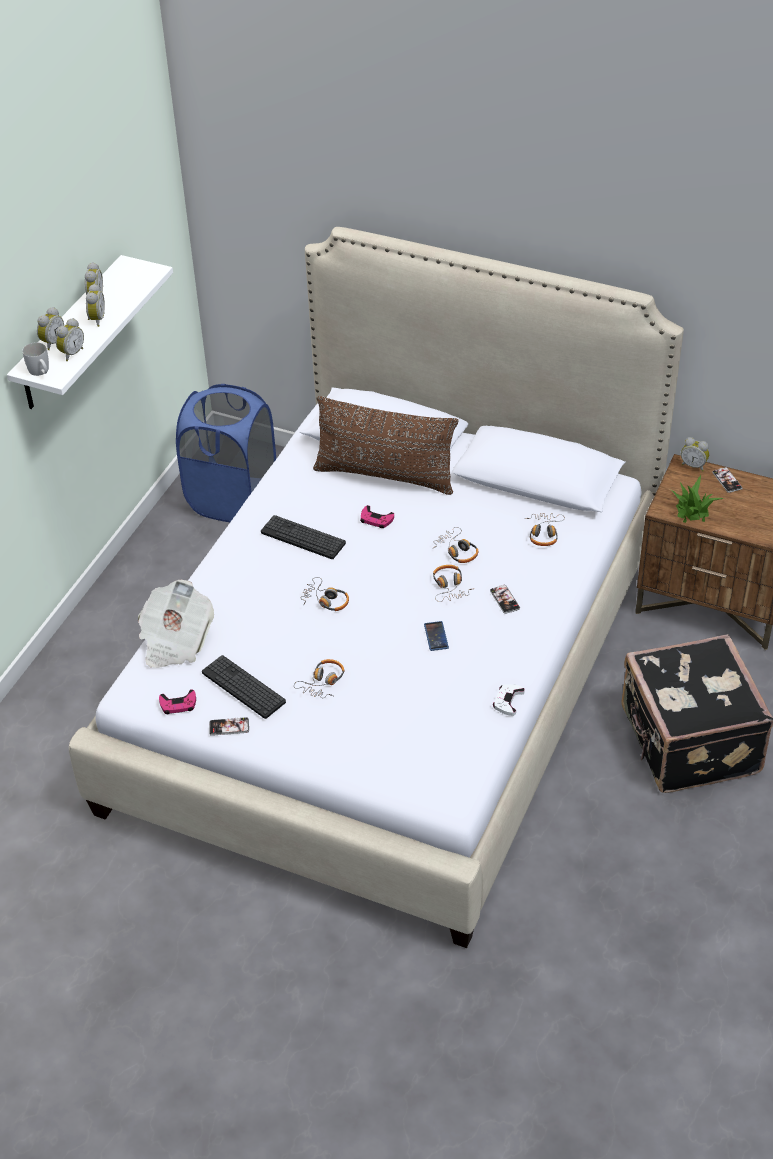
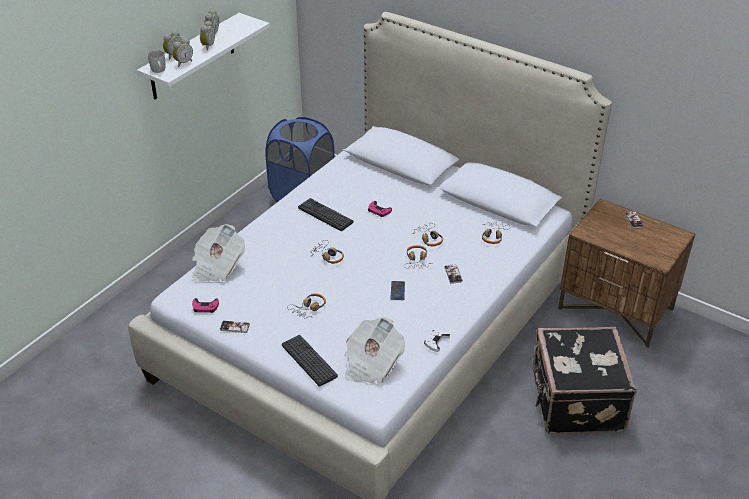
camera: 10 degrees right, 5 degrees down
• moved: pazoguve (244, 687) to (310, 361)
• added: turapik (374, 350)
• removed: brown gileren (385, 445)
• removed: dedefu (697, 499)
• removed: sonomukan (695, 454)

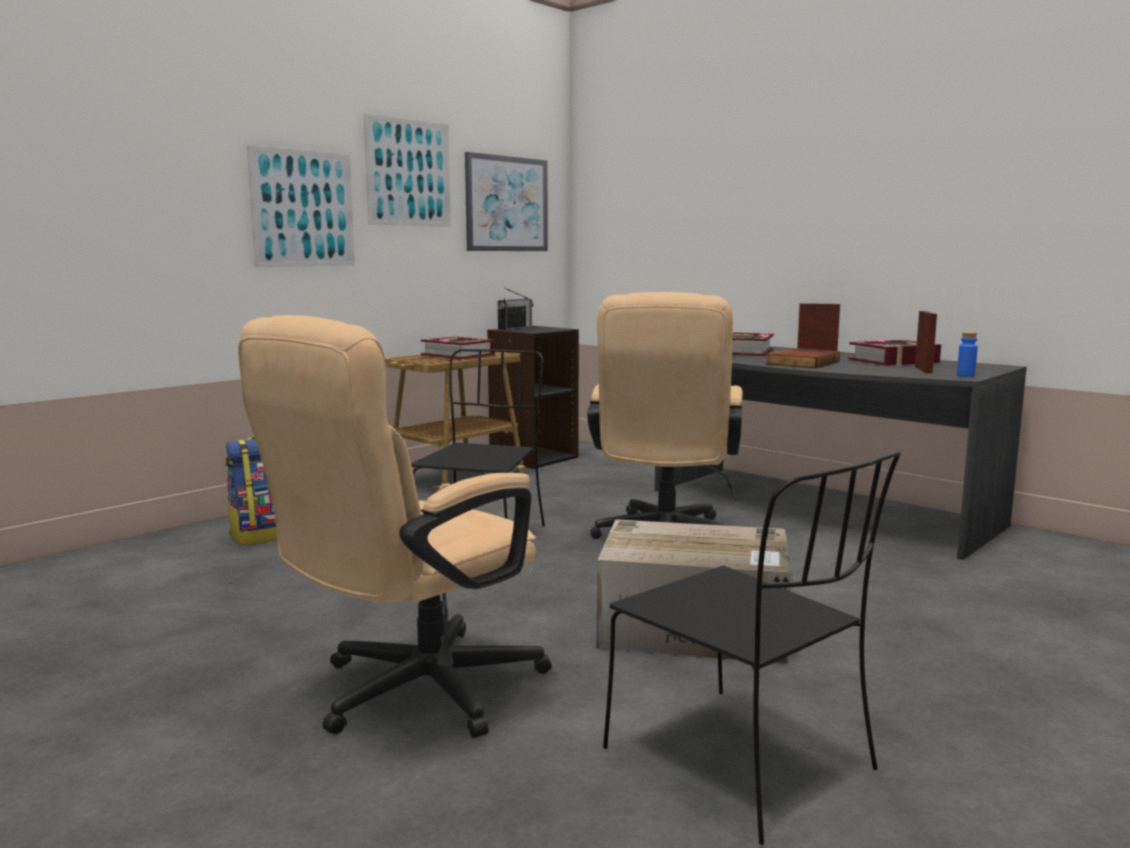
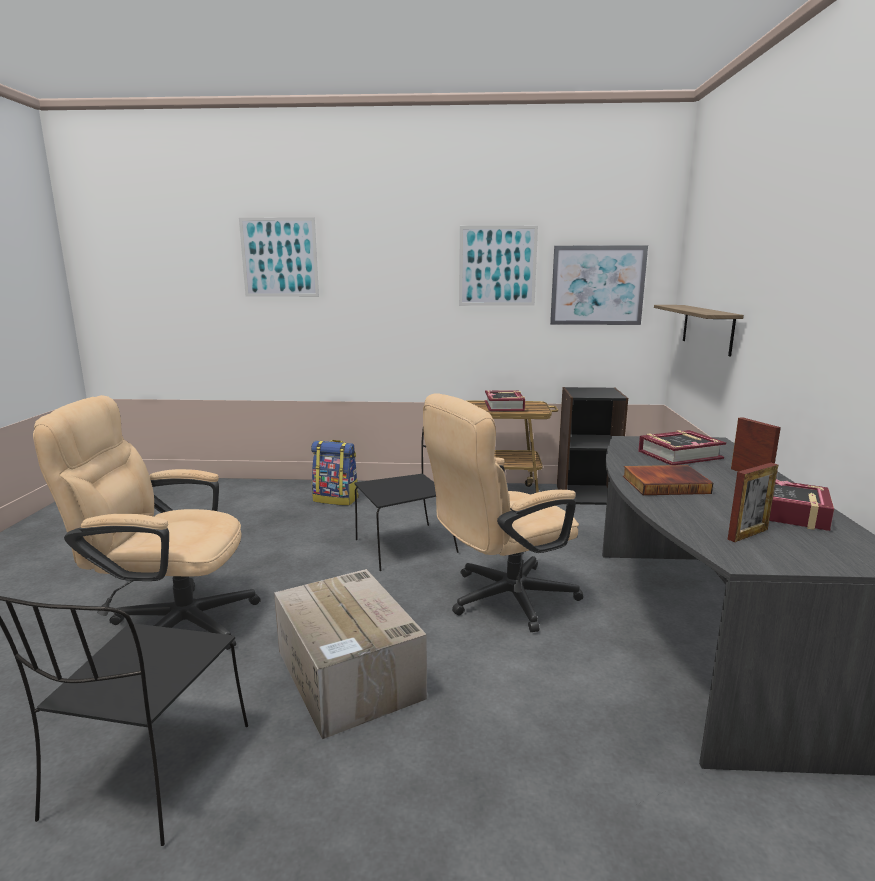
camera: 50 degrees right, 5 degrees up
• moved: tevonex (301, 206) to (279, 257)
• added: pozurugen (699, 331)
• removed: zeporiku (515, 309)
• removed: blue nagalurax (967, 354)

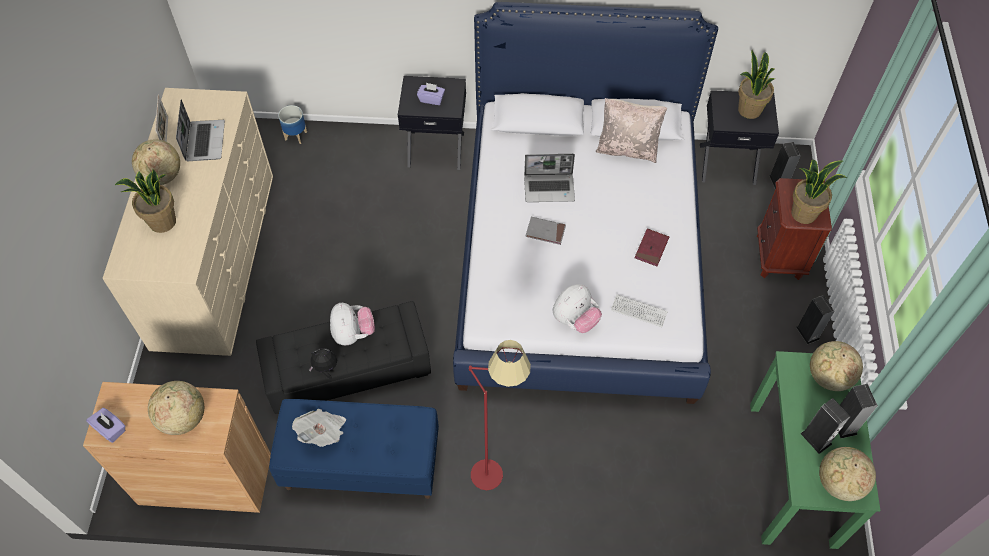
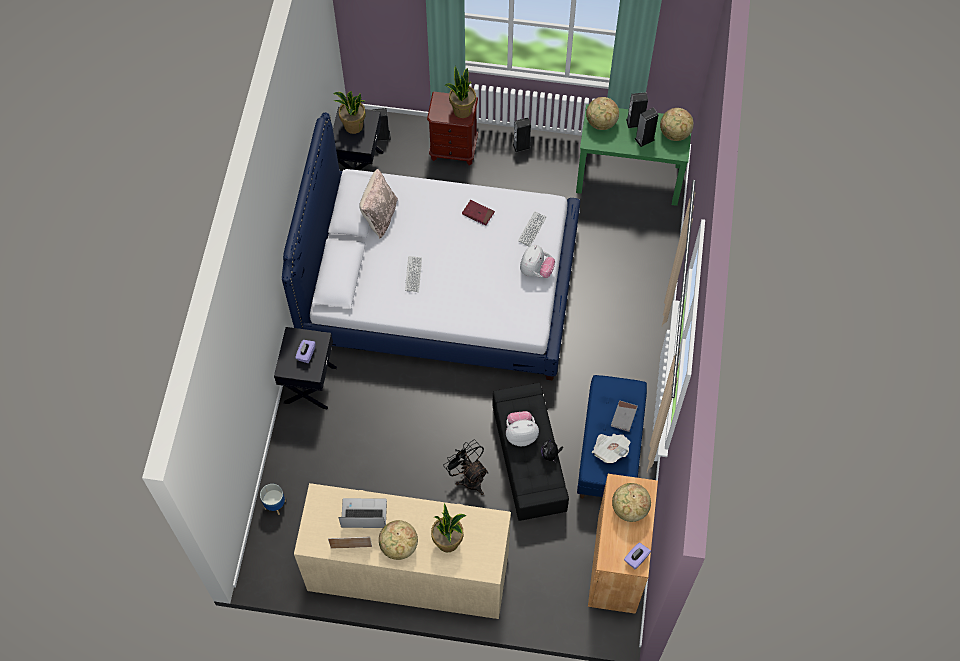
camera: 85 degrees left, 5 degrees up
• replaced: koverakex (549, 178) to pazoguve (413, 274)
• added: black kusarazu (466, 467)
• turned: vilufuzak (577, 308) = (537, 261) 60 degrees clockwise
• moved: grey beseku (545, 231) to (624, 416)
• removed: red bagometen (500, 415)

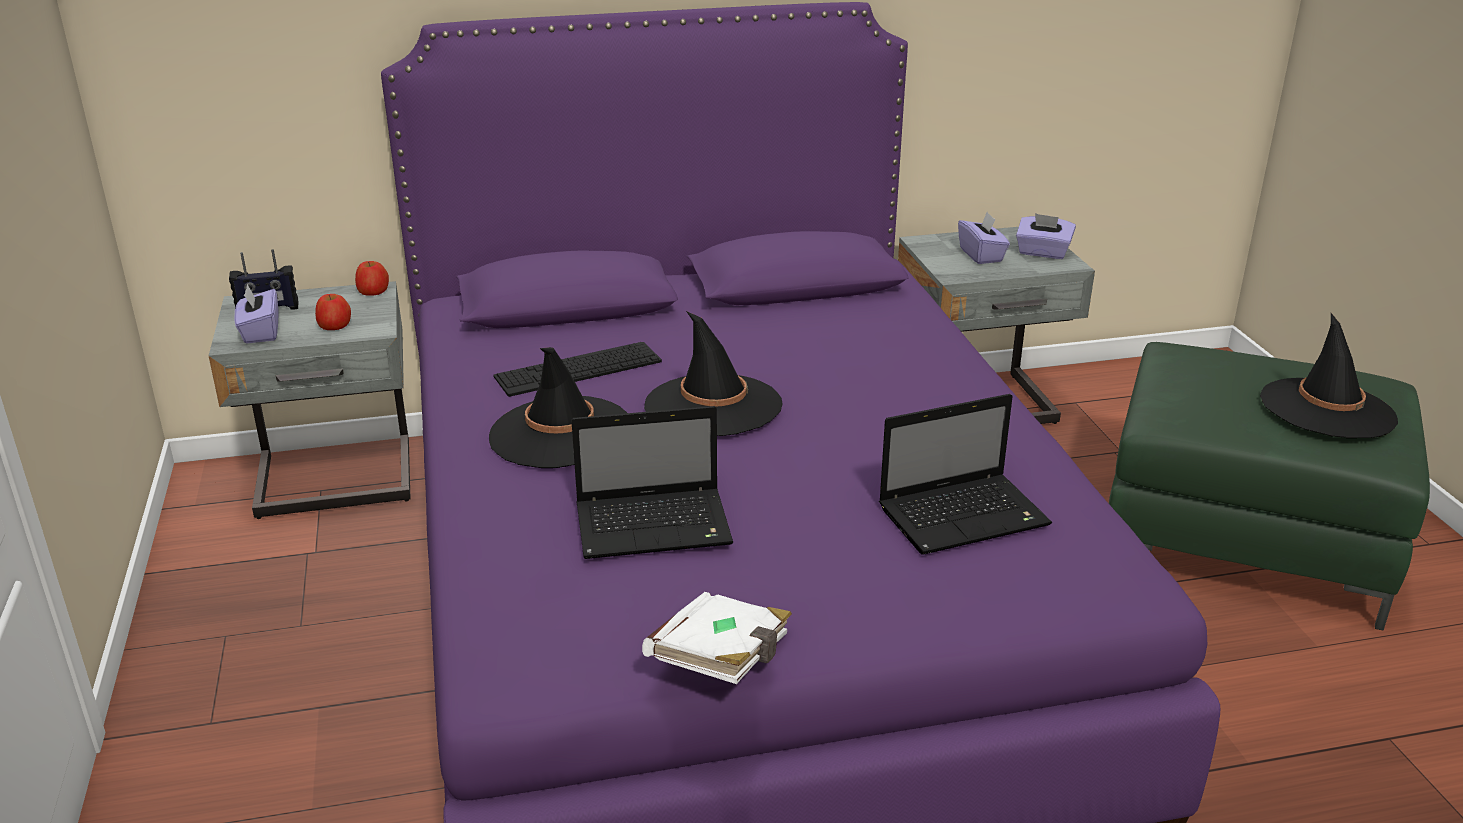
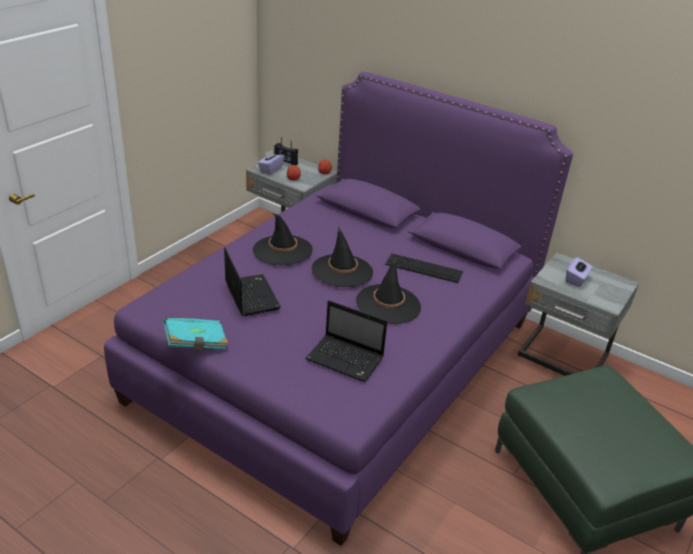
camera: 45 degrees right, 5 degrees up
• recoloured: white beseku (717, 638) to turquoise beseku (195, 334)
• turned: koverakex (652, 482) = (252, 282) 150 degrees counterclockwise
• moved: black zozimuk (1329, 375) to (388, 291)
• moved: pazoguve (577, 369) to (424, 268)
• removed: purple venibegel (1046, 236)

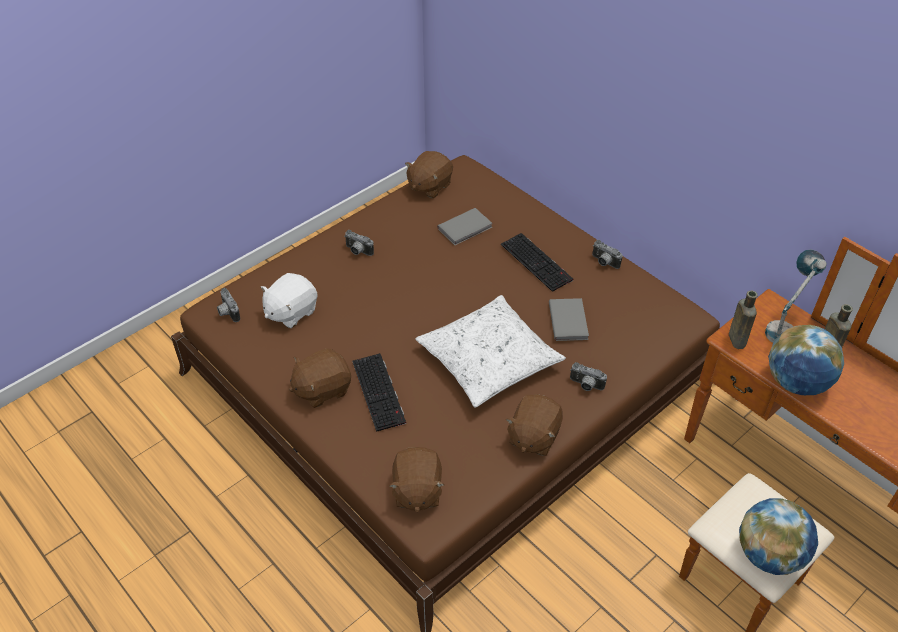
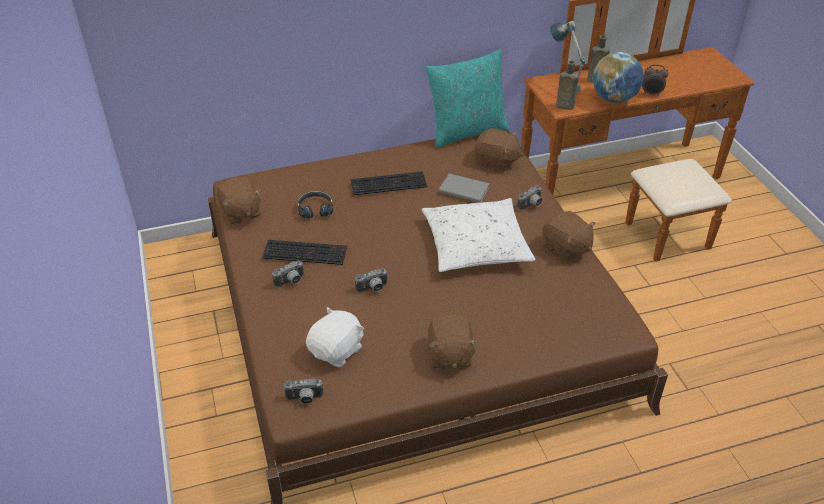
camera: 65 degrees left, 5 degrees down
• moved: pazoguve (379, 392) to (304, 252)
• replaced: grey beseku (465, 226) to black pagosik (315, 204)
• turned: white vilufuzak (289, 300) = (335, 337) 120 degrees counterclockwise
• moved: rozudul (607, 254) to (371, 280)
• added: turquoise gileren (467, 98)
• moved: brown vilufuzak (416, 479) to (499, 149)
• added: sonomukan (655, 80)
• removed: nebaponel (778, 536)

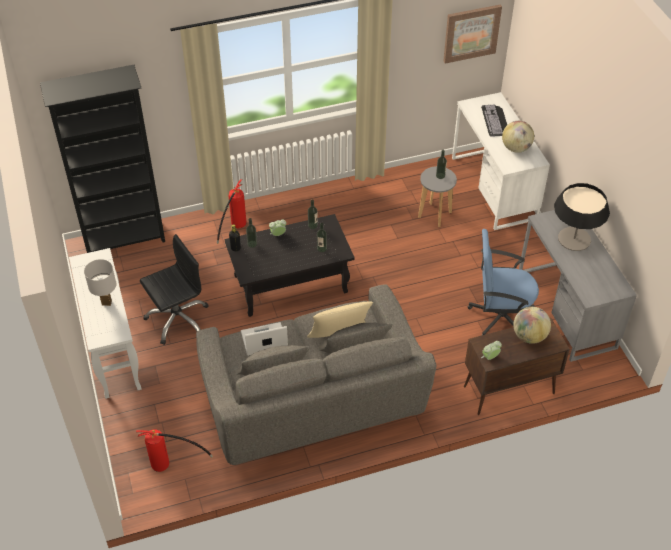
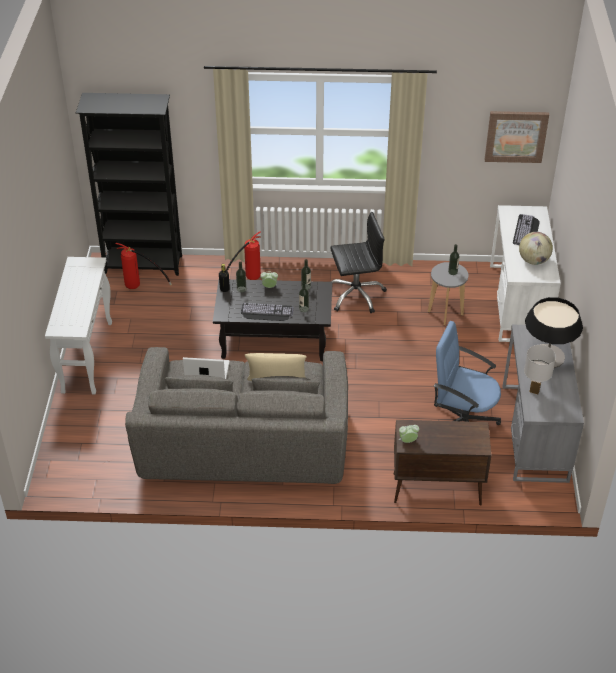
camera: 20 degrees right, 5 degrees down
• moved: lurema (174, 450) to (144, 266)
• added: pazoguve (267, 312)
• moved: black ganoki (174, 289) to (358, 262)
• moved: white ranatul (100, 282) to (540, 369)
• removed: nebaponel (532, 325)

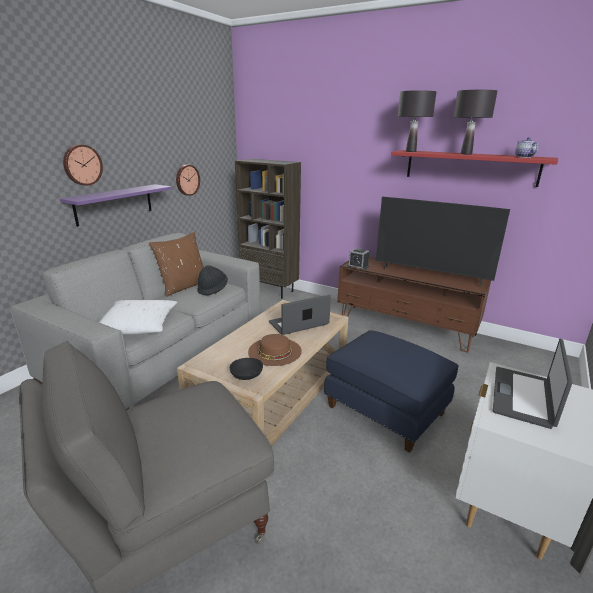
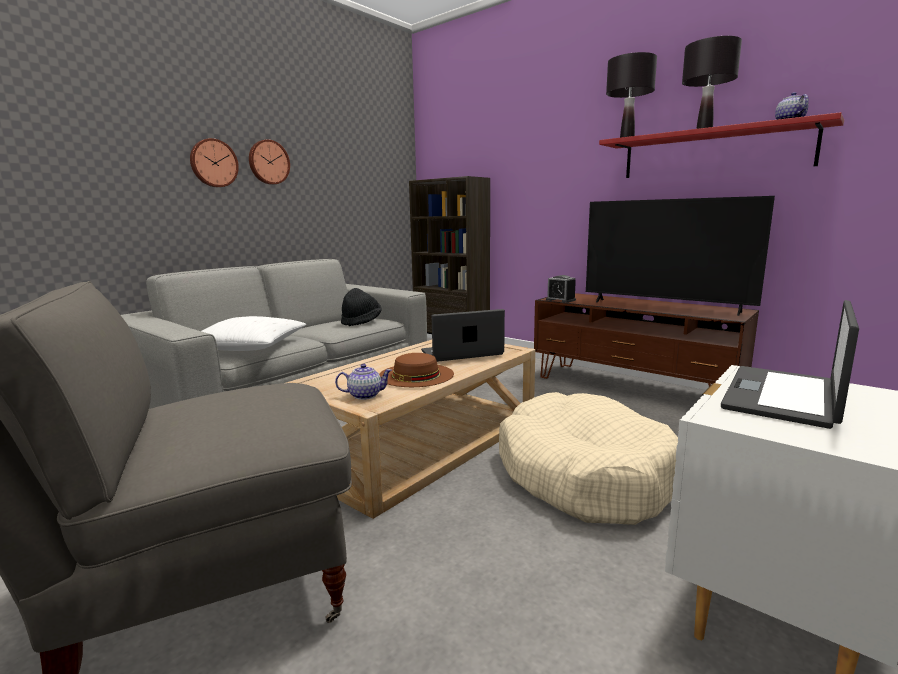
camera: 10 degrees right, 10 degrees down
• moved: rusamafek (188, 180) to (269, 162)
• replaced: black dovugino (246, 369) to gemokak (363, 382)
• replaced: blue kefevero (391, 391) to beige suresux (588, 458)
• removed: purple pozurugen (116, 205)
• removed: brown gileren (176, 264)

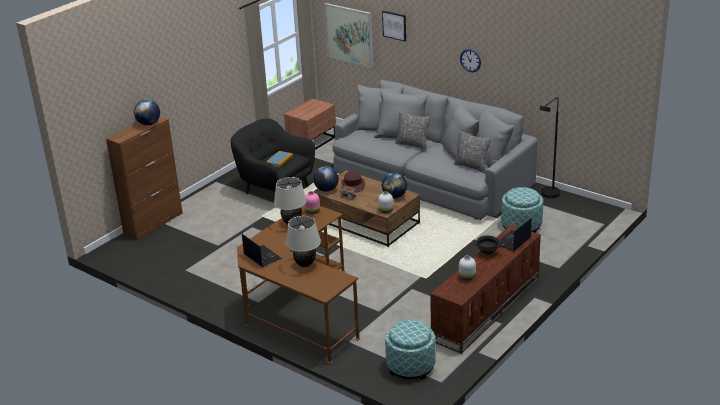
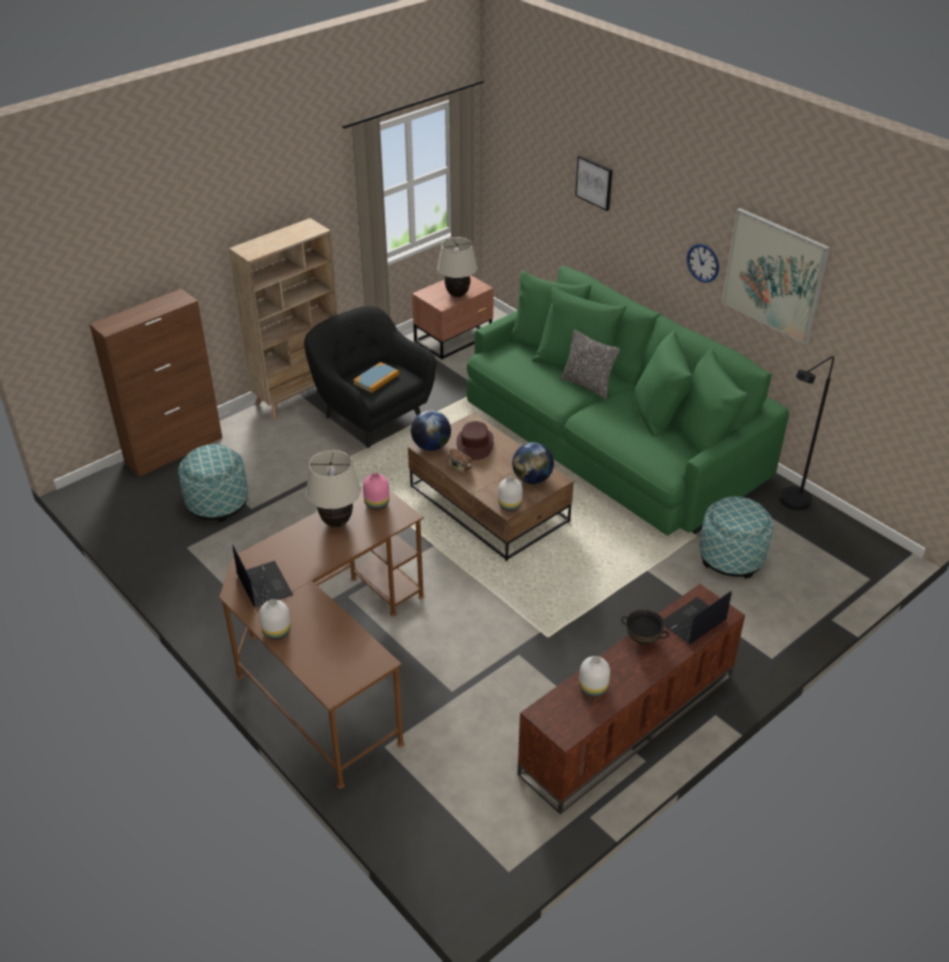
camera: 10 degrees right, 10 degrees up
• moved: kefevero (410, 350) to (213, 483)
• added: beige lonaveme (283, 318)
• added: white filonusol (275, 619)
• moved: beige ranatul (303, 241) to (457, 267)
• recoloured: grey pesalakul (435, 150) to green pesalakul (628, 401)
• moved: tevonex (349, 35) to (776, 276)
• removed: nebaponel (147, 112)
• removed: gileren (472, 152)

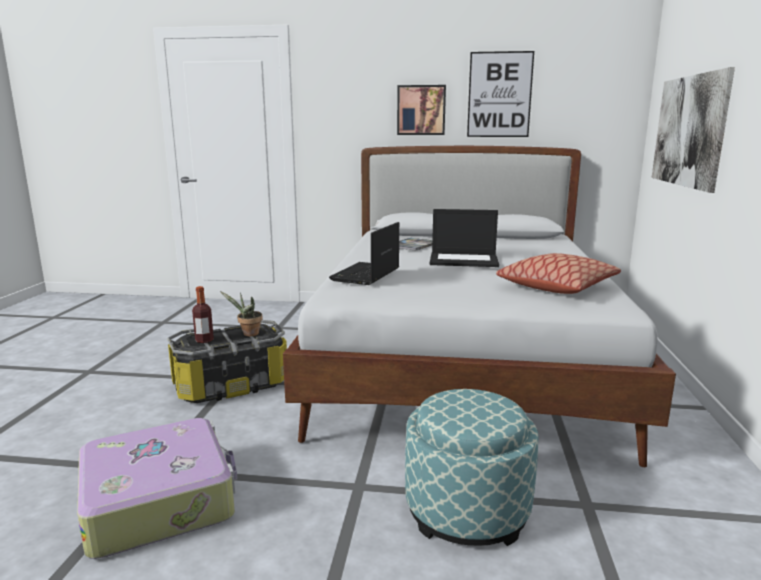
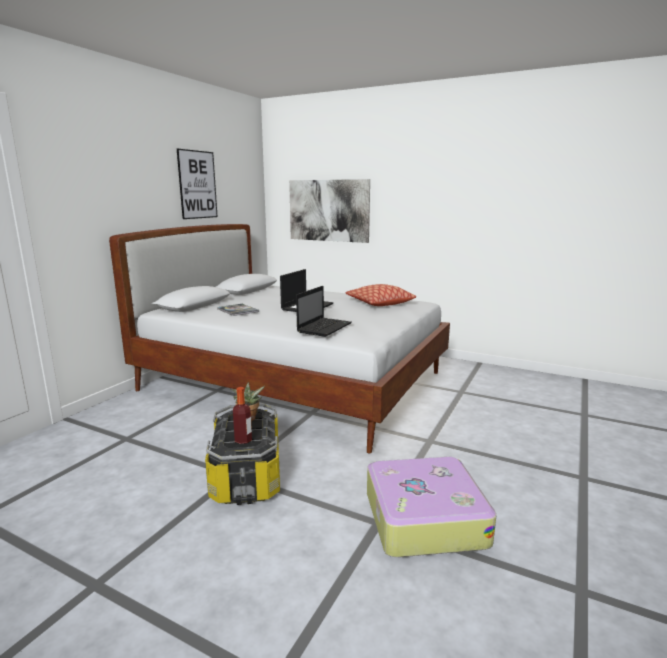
camera: 70 degrees left, 0 degrees up
• turned: koverakex (364, 253) = (324, 311) 105 degrees counterclockwise
• removed: tevonex (421, 110)
• removed: kefevero (472, 467)

